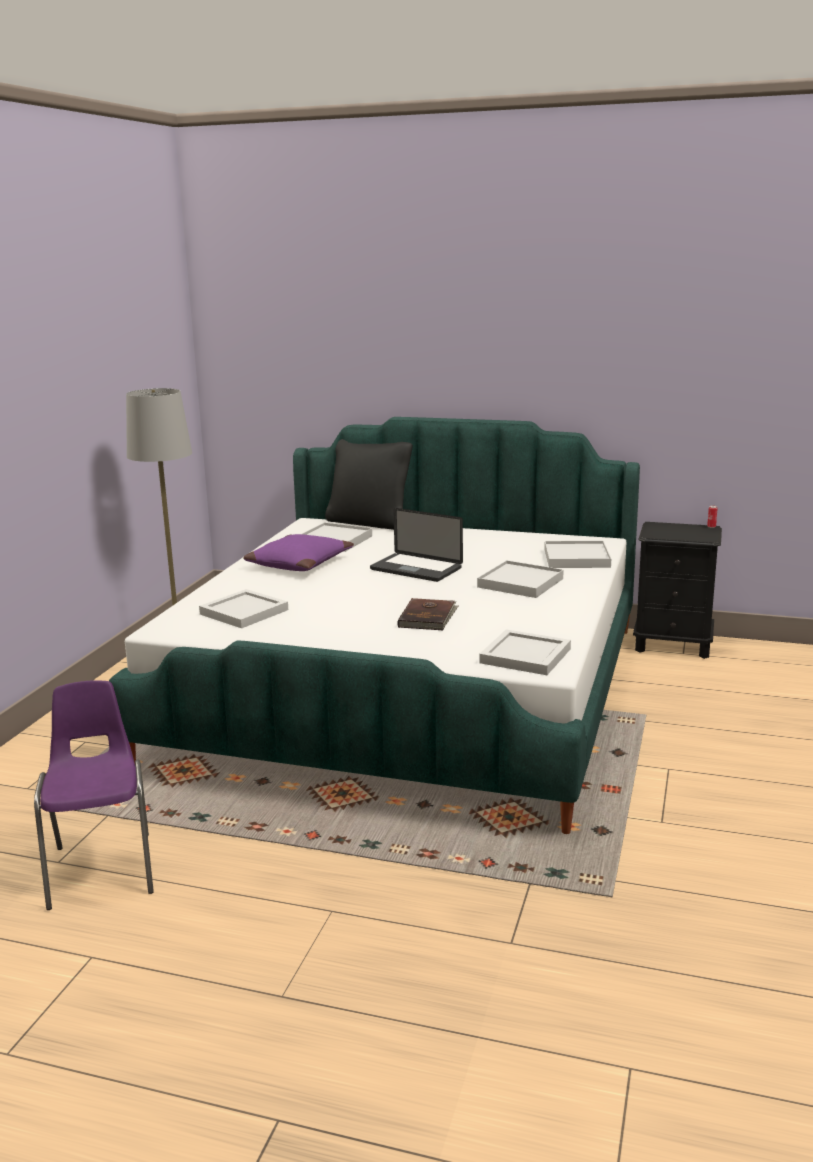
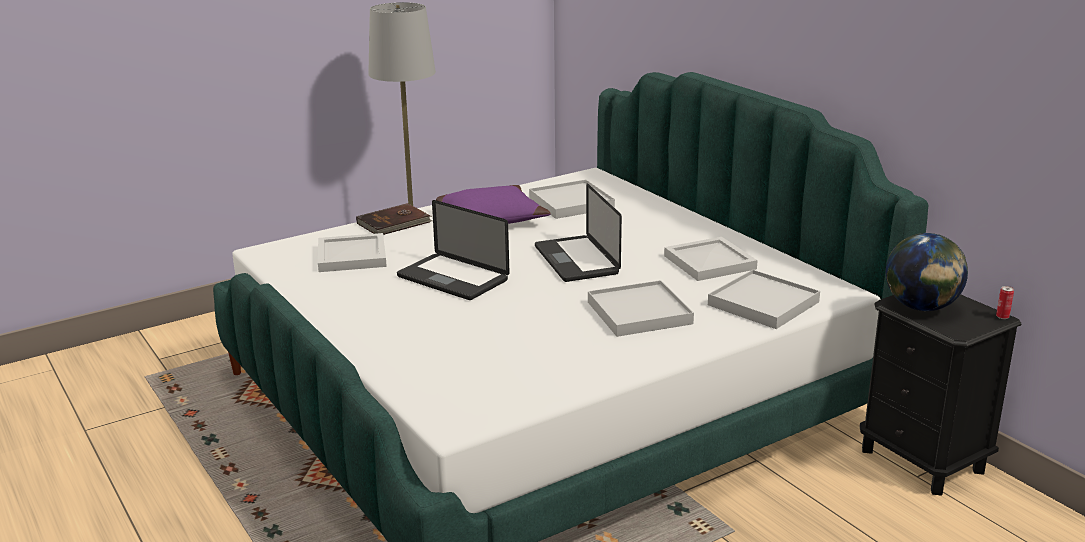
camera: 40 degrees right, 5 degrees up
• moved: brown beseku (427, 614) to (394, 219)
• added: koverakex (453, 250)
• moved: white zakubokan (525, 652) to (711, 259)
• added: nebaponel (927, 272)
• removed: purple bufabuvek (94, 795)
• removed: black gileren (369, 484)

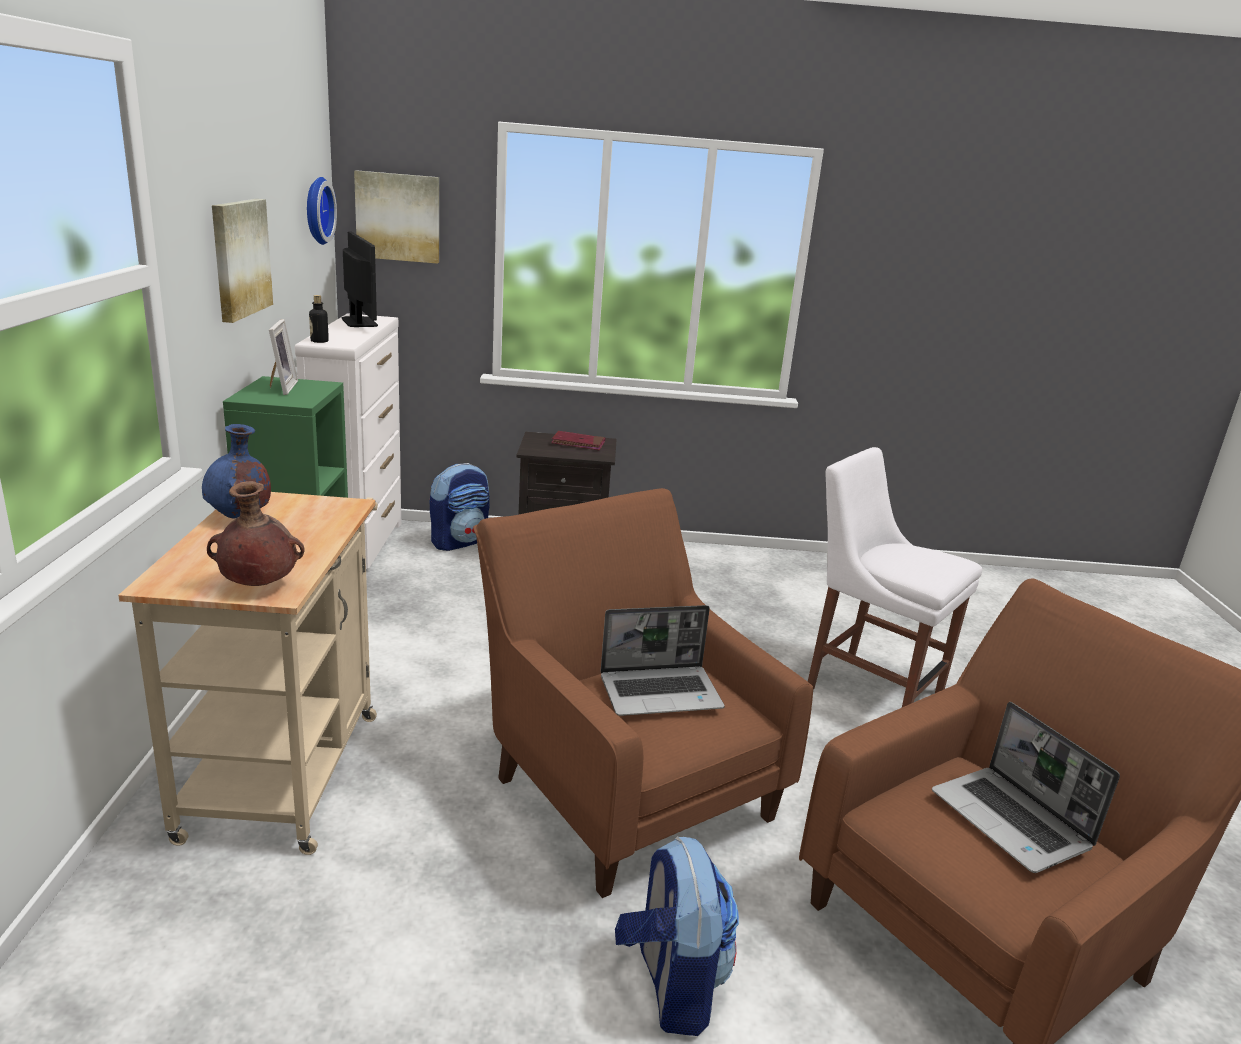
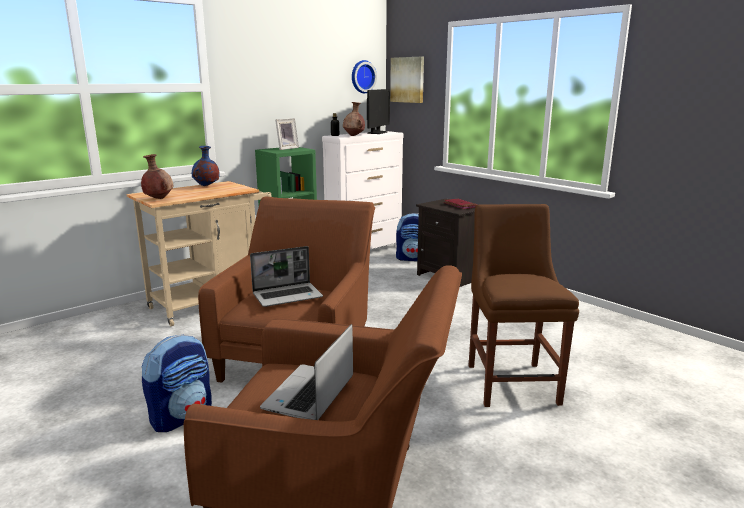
camera: 50 degrees right, 5 degrees down
• turned: koverakex (662, 660) = (286, 276) 60 degrees counterclockwise
• added: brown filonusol (354, 119)
• recoloured: white bufabuvek (895, 577) to brown bufabuvek (524, 305)
• removed: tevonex (242, 261)

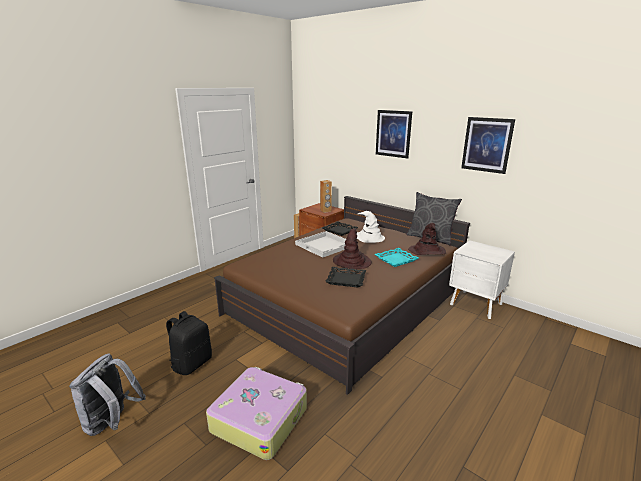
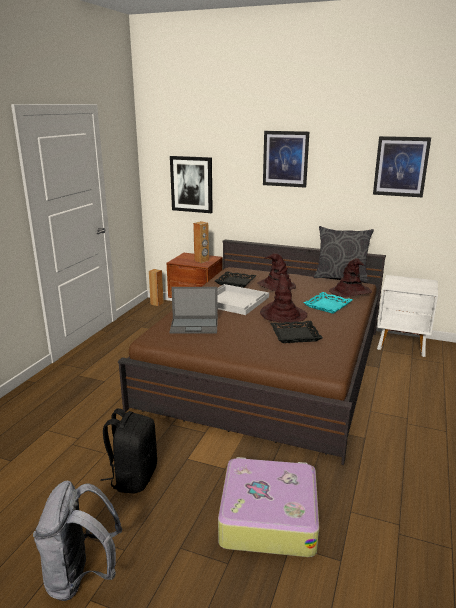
camera: 20 degrees left, 0 degrees up
• added: koverakex (193, 310)
• added: tevonex (191, 184)
• recoloured: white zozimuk (371, 227) to brown zozimuk (277, 272)

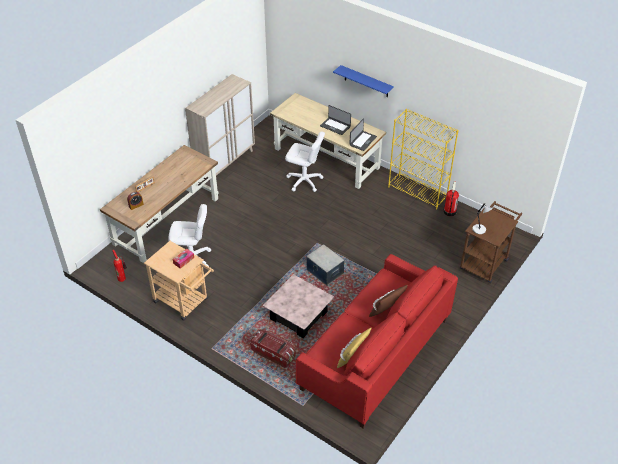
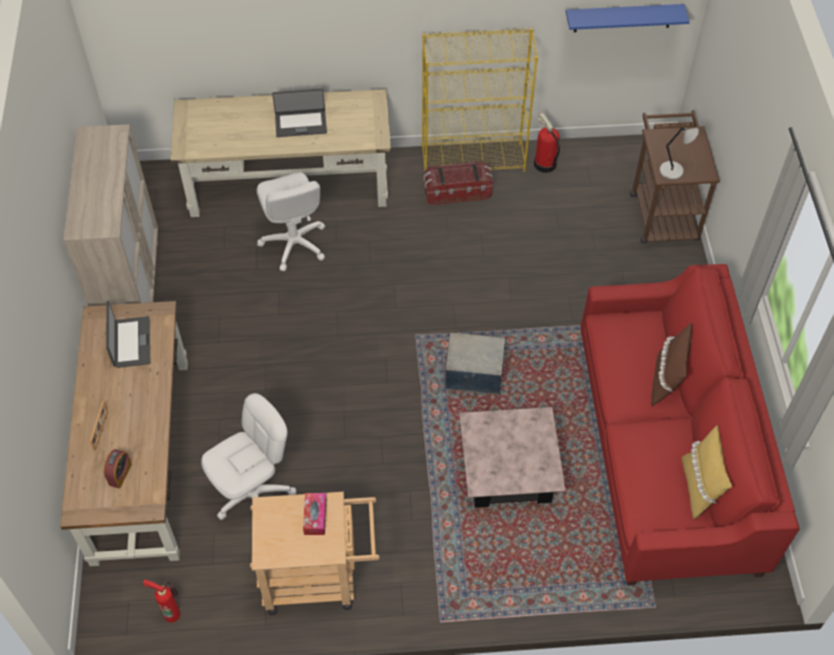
camera: 40 degrees left, 10 degrees up
• moved: koverakex (363, 134) to (128, 334)
• turned: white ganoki (305, 162) = (291, 221) 90 degrees clockwise
• moved: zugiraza (272, 348) to (458, 183)
• moved: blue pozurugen (363, 81) to (628, 18)

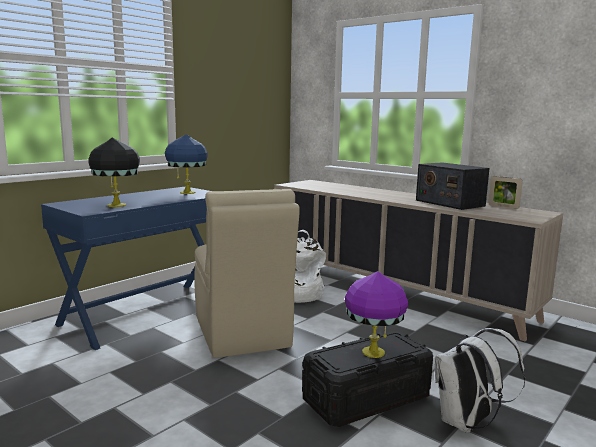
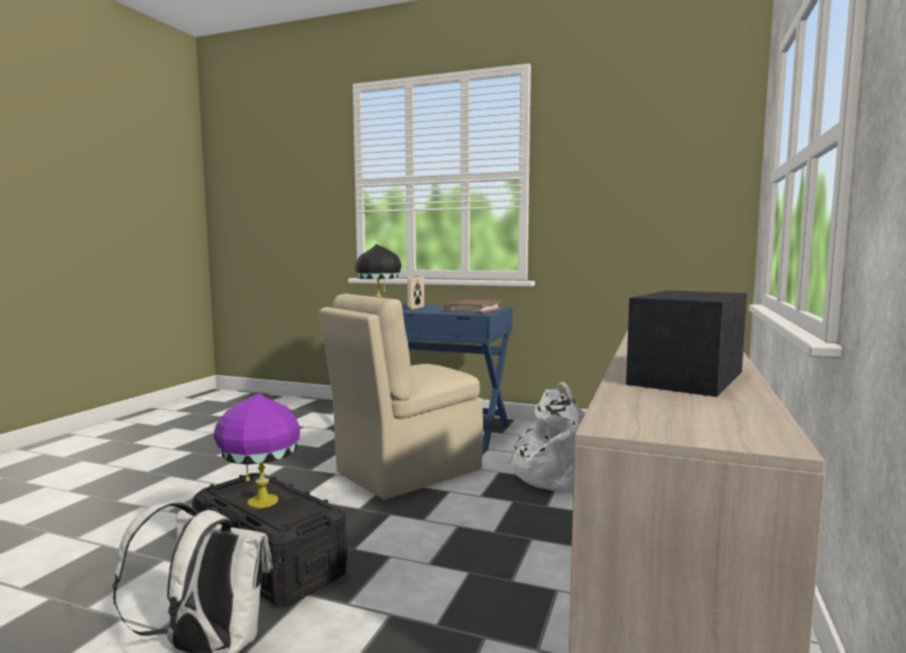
camera: 70 degrees right, 5 degrees down
• moved: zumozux (506, 192) to (415, 293)
• replaced: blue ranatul (186, 164) to brown beseku (473, 306)

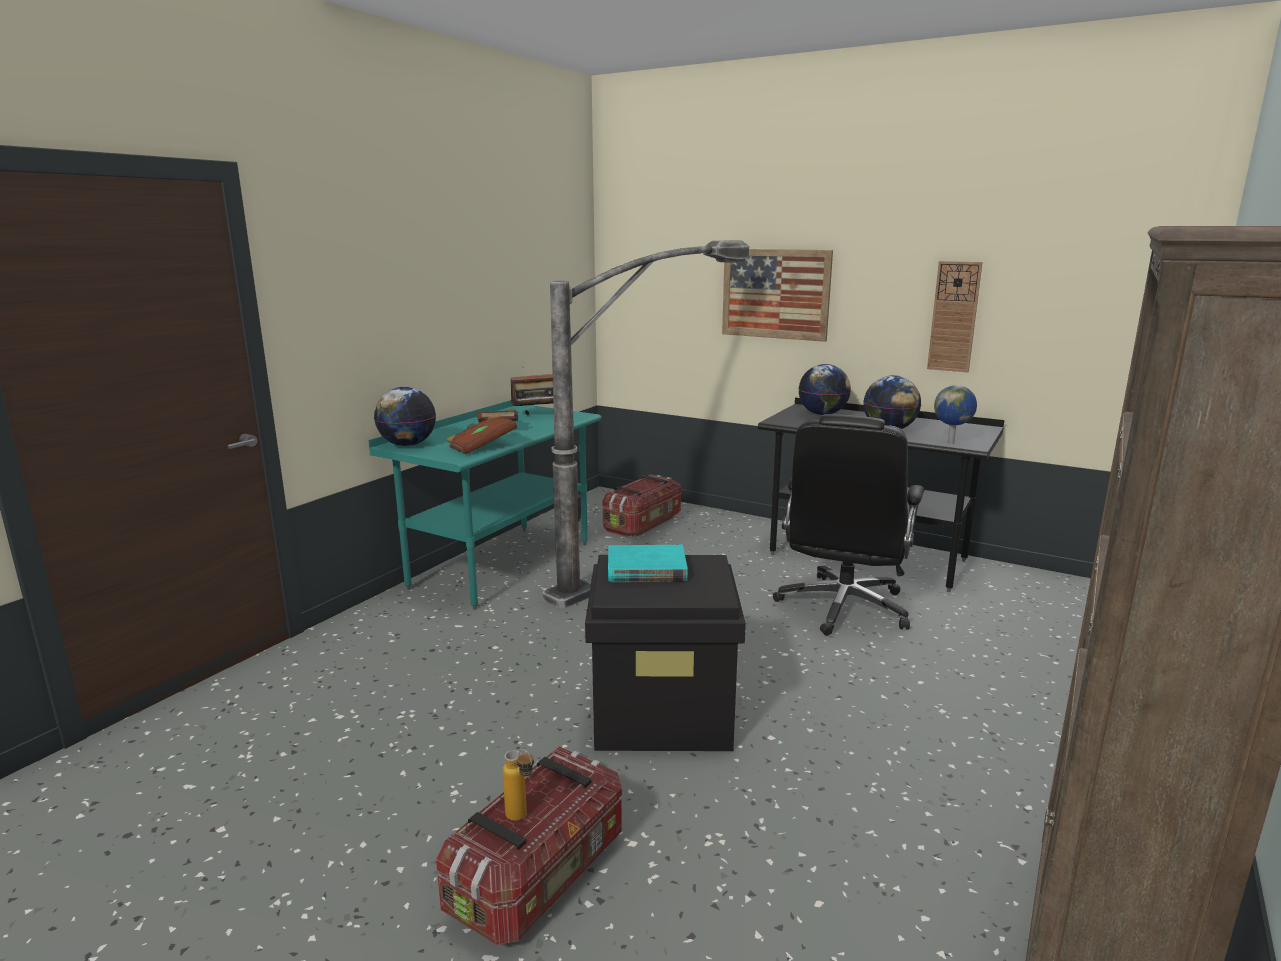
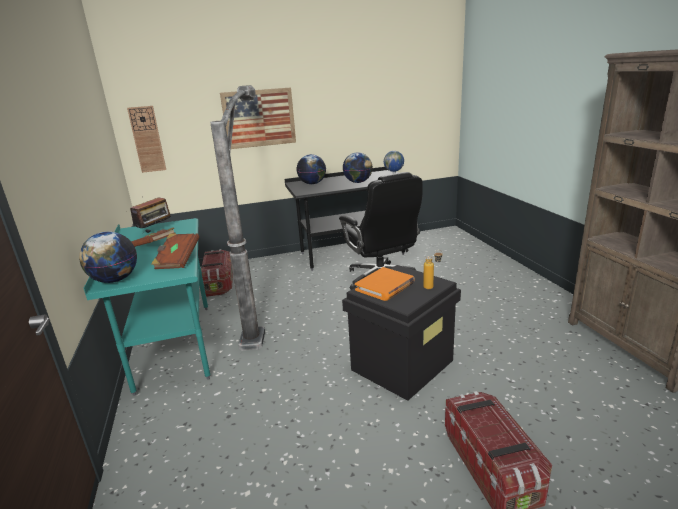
camera: 45 degrees left, 5 degrees up
• moved: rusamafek (954, 316) to (146, 139)
• recoloured: turquoise beseku (648, 563) to orange beseku (385, 284)
• moved: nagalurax (518, 785) to (433, 269)

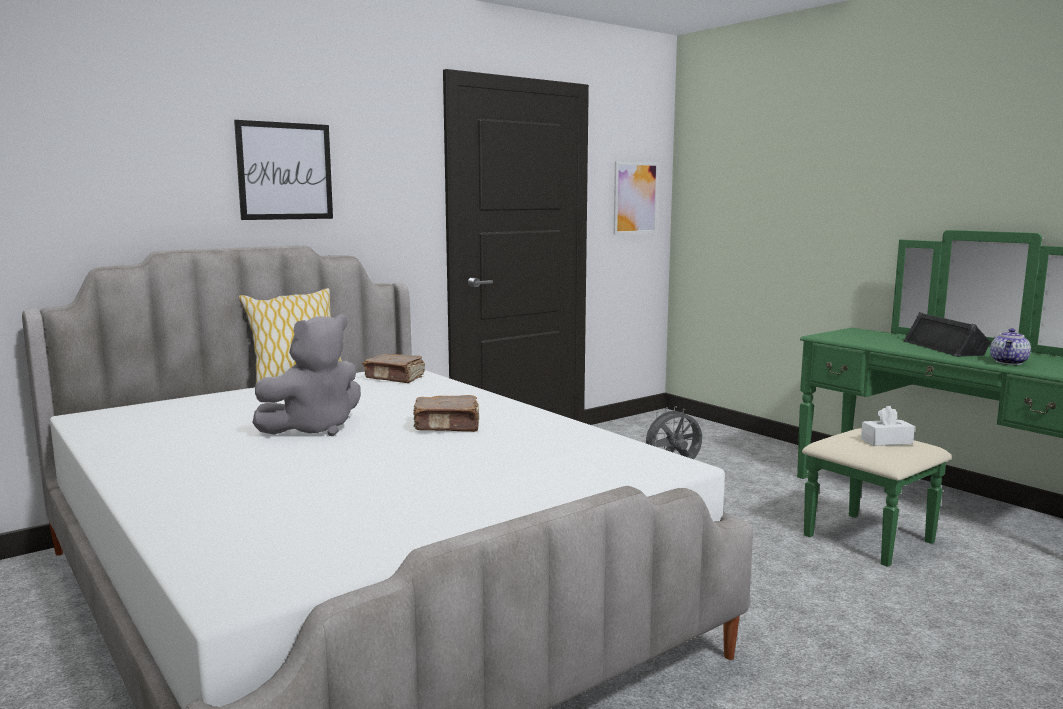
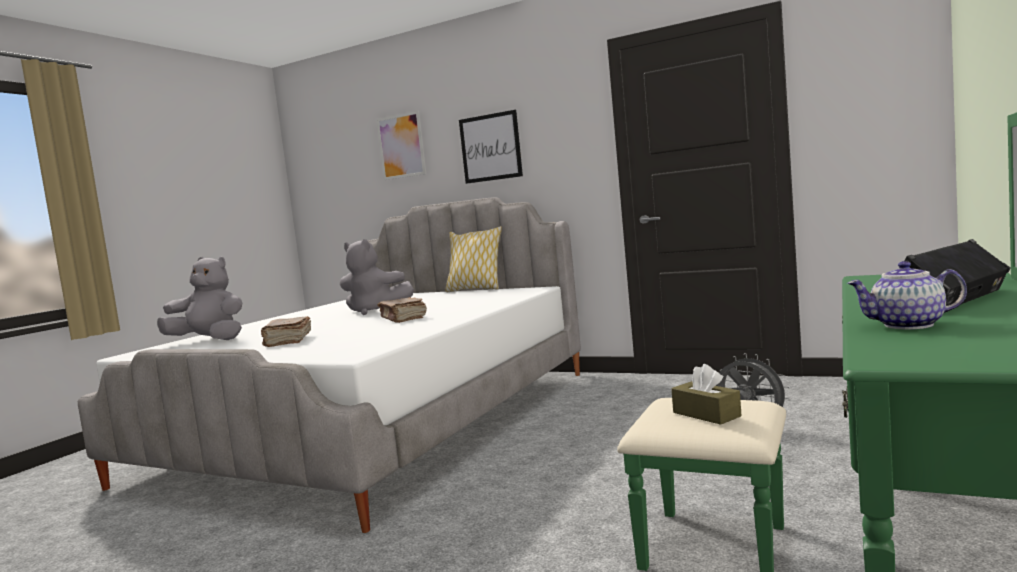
camera: 65 degrees right, 5 degrees down
• added: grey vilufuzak (199, 298)
• moved: brown beseku (393, 368) to (286, 331)
• moved: tevonex (636, 198) to (401, 145)
• recoloured: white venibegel (888, 425) to brown venibegel (706, 394)

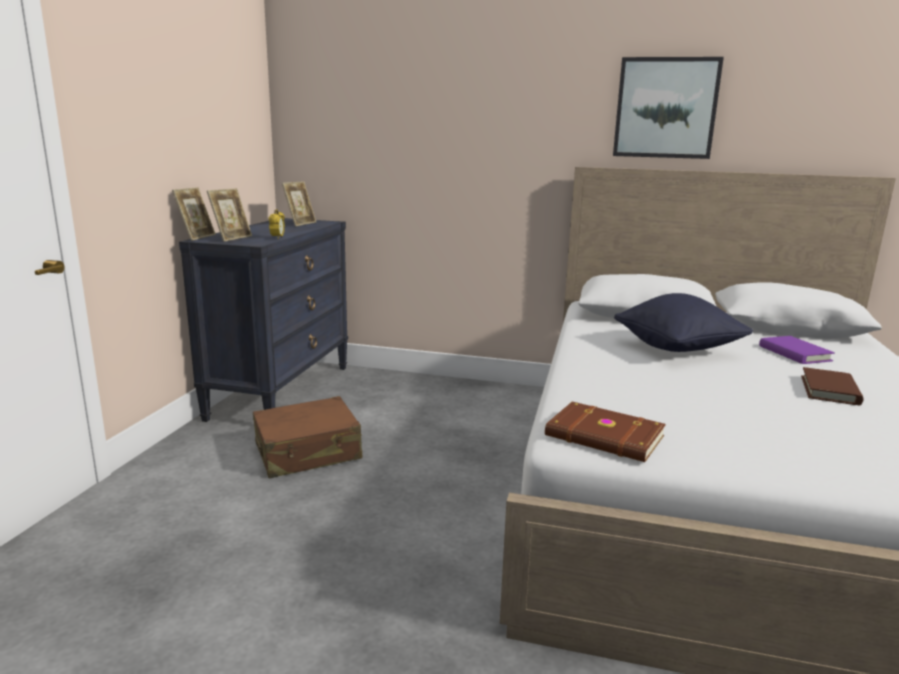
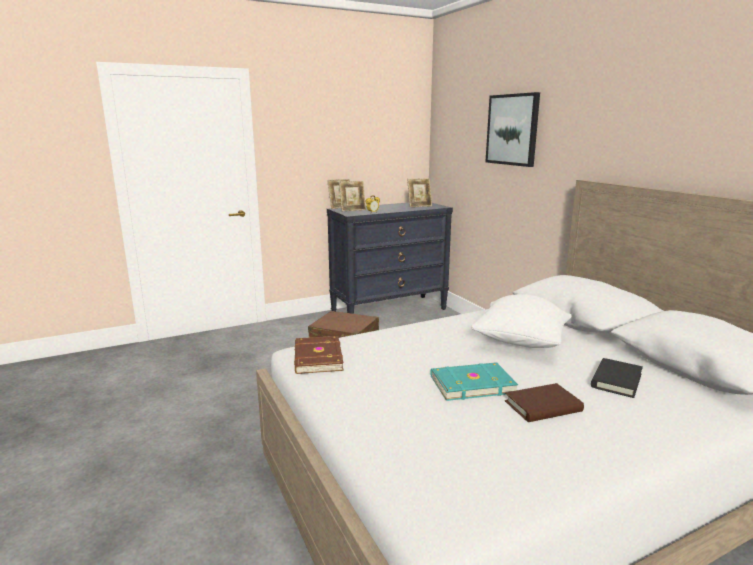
camera: 50 degrees right, 0 degrees up
• added: turquoise beseku (474, 381)
• recoloured: black gileren (683, 322) to white gileren (521, 321)
• moved: tevonex (668, 108) to (512, 129)
• recoloured: purple beseku (797, 350) to black beseku (617, 378)

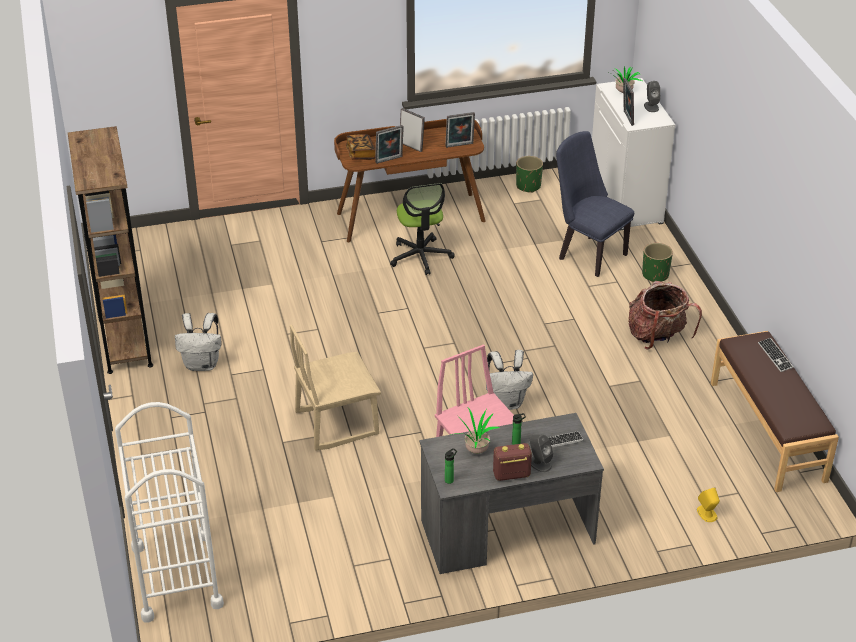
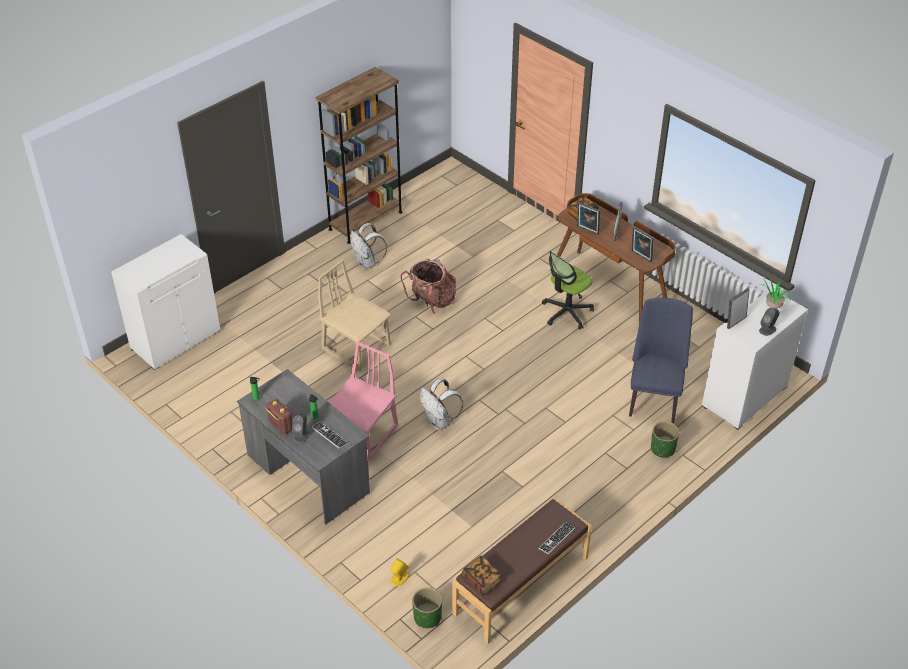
camera: 60 degrees right, 5 degrees up
• replaced: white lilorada (169, 512) to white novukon (165, 302)
• moved: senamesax (665, 315) to (428, 286)
• moved: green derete (529, 174) to (427, 608)
• added: beseku (482, 575)
• removed: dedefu (475, 431)

